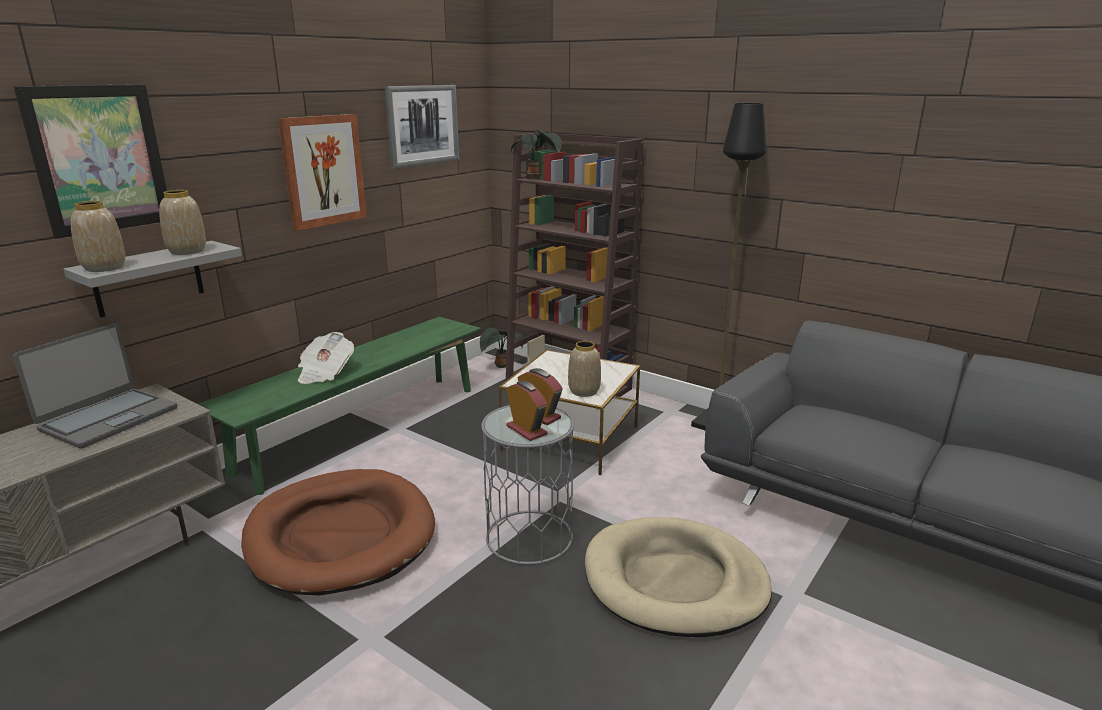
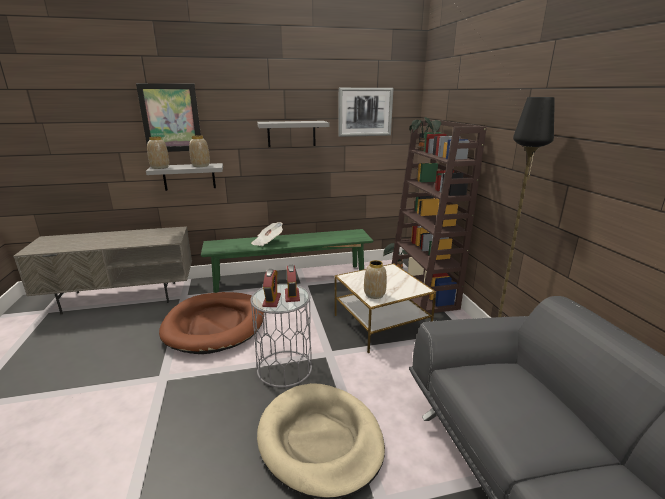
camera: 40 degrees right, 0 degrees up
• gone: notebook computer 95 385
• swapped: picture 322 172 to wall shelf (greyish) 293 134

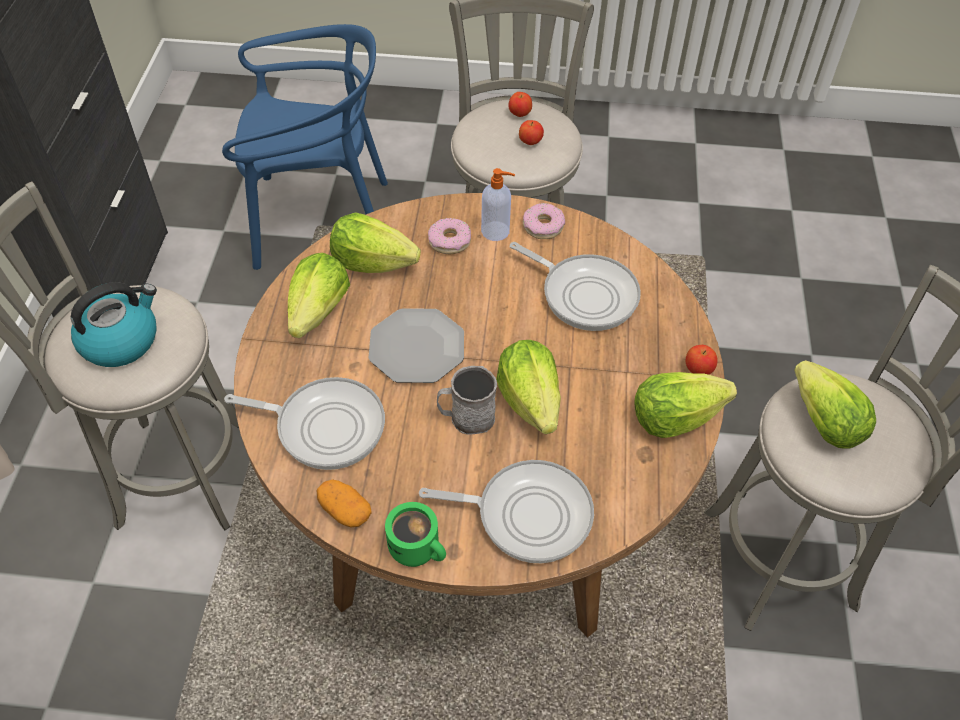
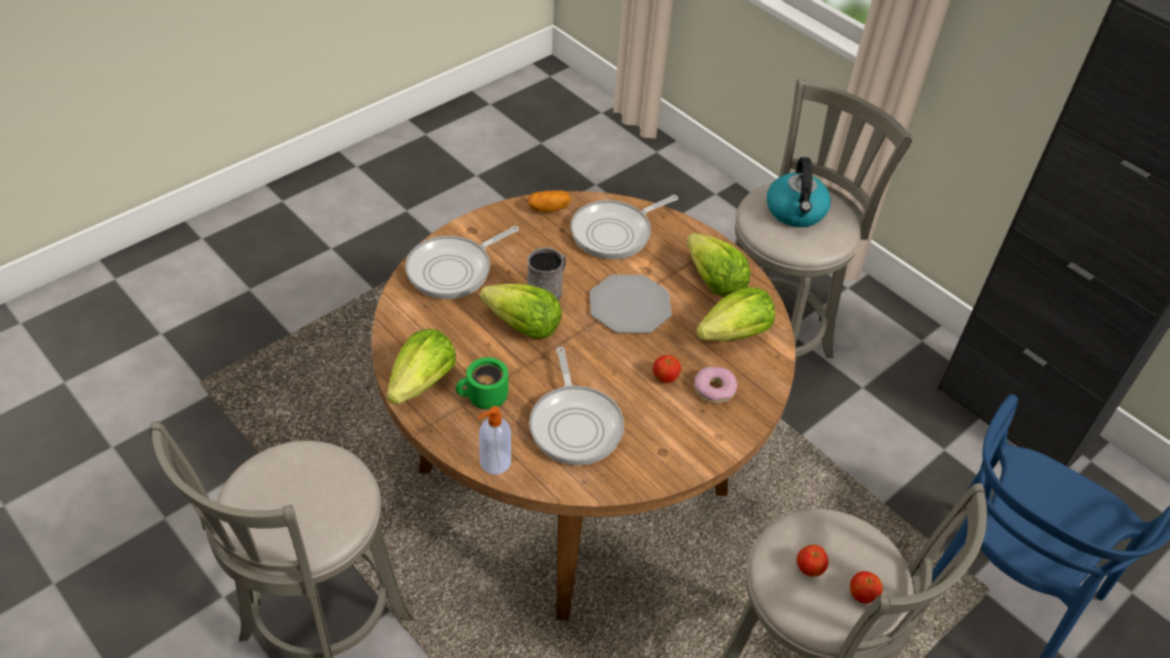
camera: 130 degrees right, 5 degrees down
• shifted: mug (green-coloured) 415 534 to 482 383
• shifted: liquid soap bottle 498 204 to 494 440
• rotated: pan 575 286 = 576 406 90 degrees counterclockwise
• gone: doughnut 544 221
• shifted: apple fruit 702 360 to 667 369
• gone: lettuce head 835 404

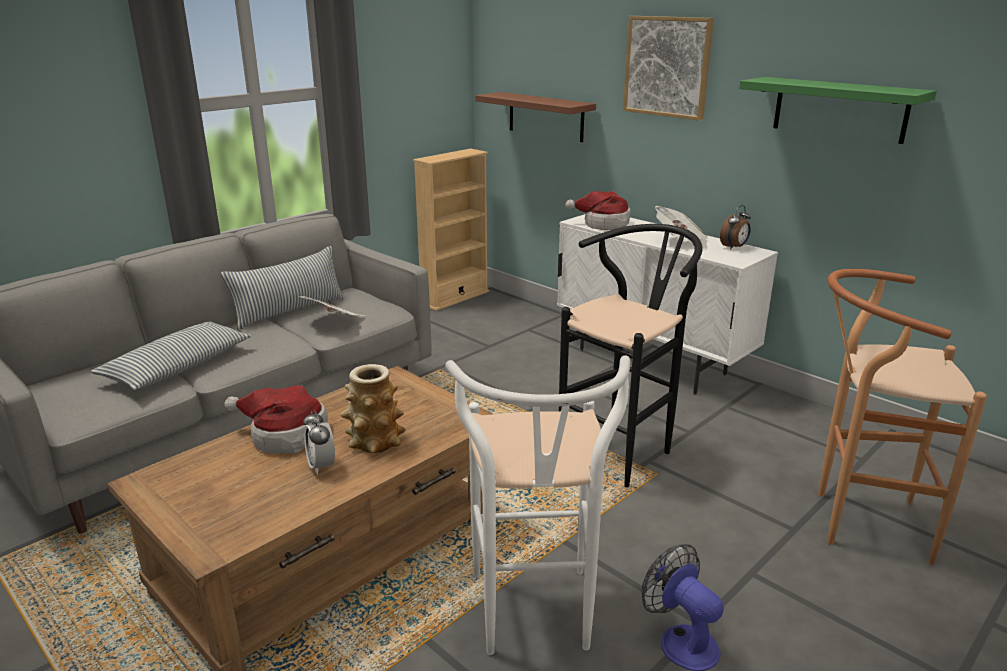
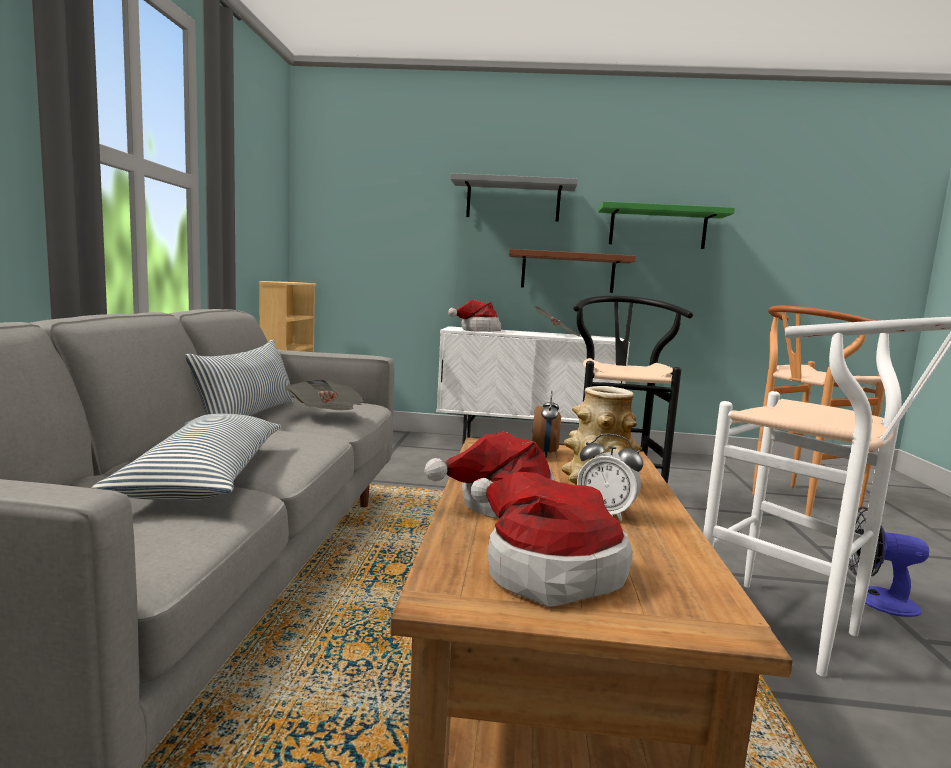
camera: 40 degrees left, 15 degrees down
• shifted: wall shelf (brownish) 535 117 to 572 271
• swapped: picture 668 68 to wall shelf (greyish) 514 197
• shifted: alarm clock 735 227 to 546 424
• new: wearable hat 551 539

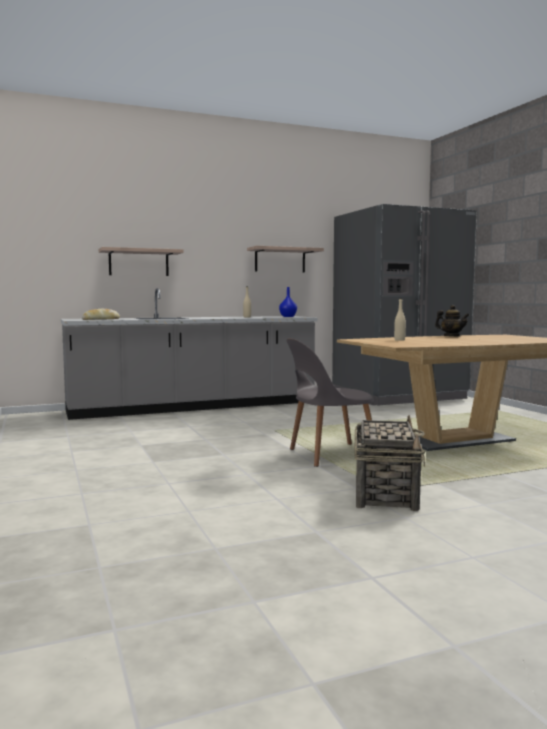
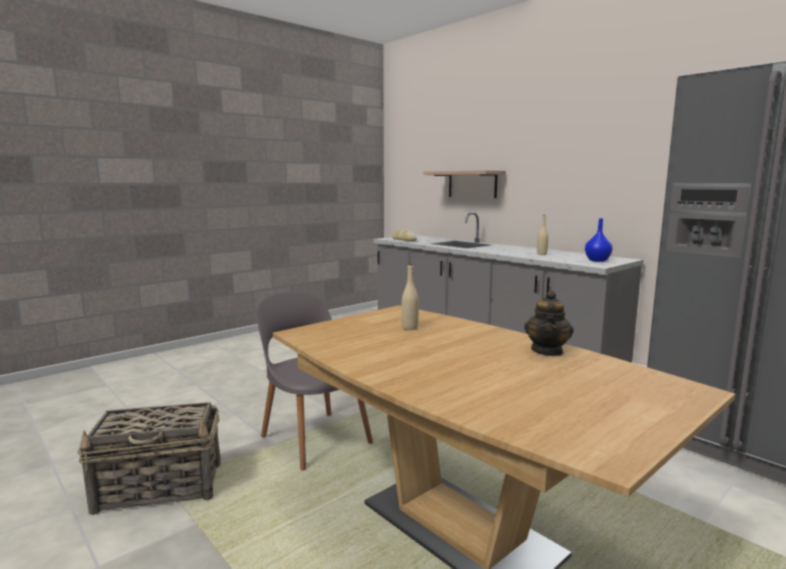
camera: 70 degrees right, 5 degrees up
• gone: wall shelf 285 259

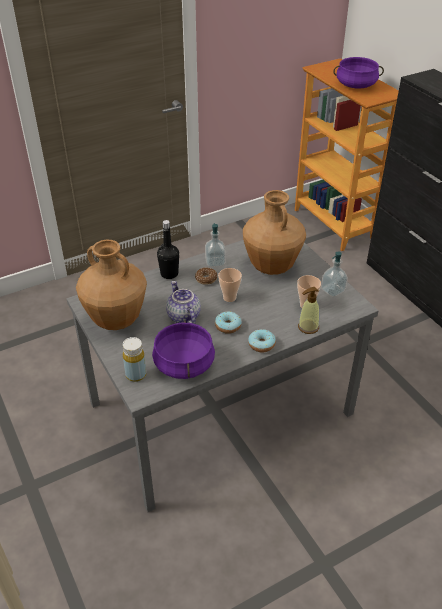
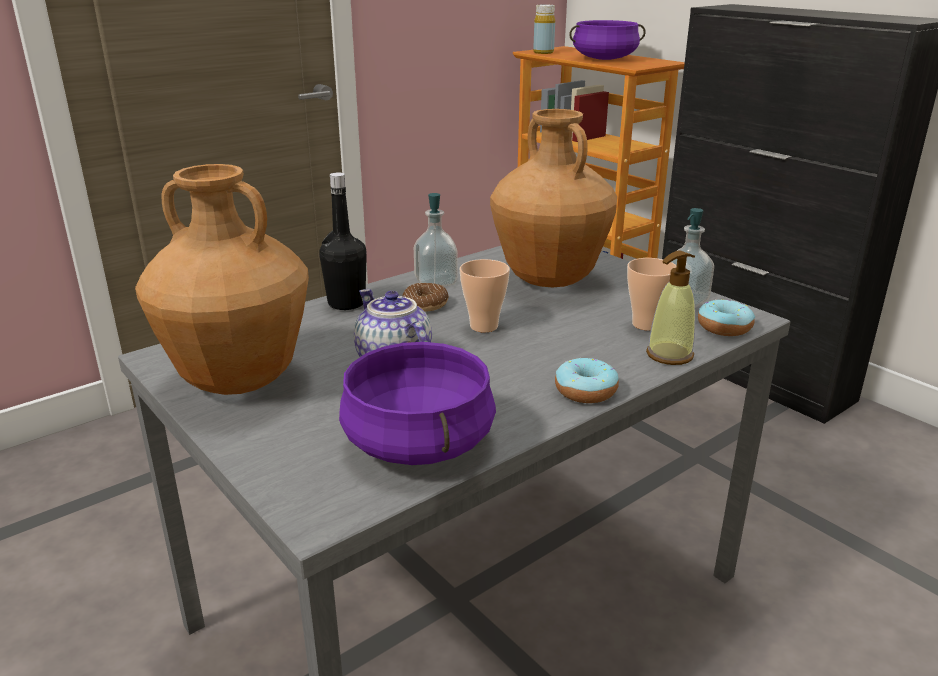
camera: 10 degrees left, 15 degrees down
• shifted: beverage bottle (yellow) 134 359 to 544 29
• shifted: doughnut 228 322 to 726 317

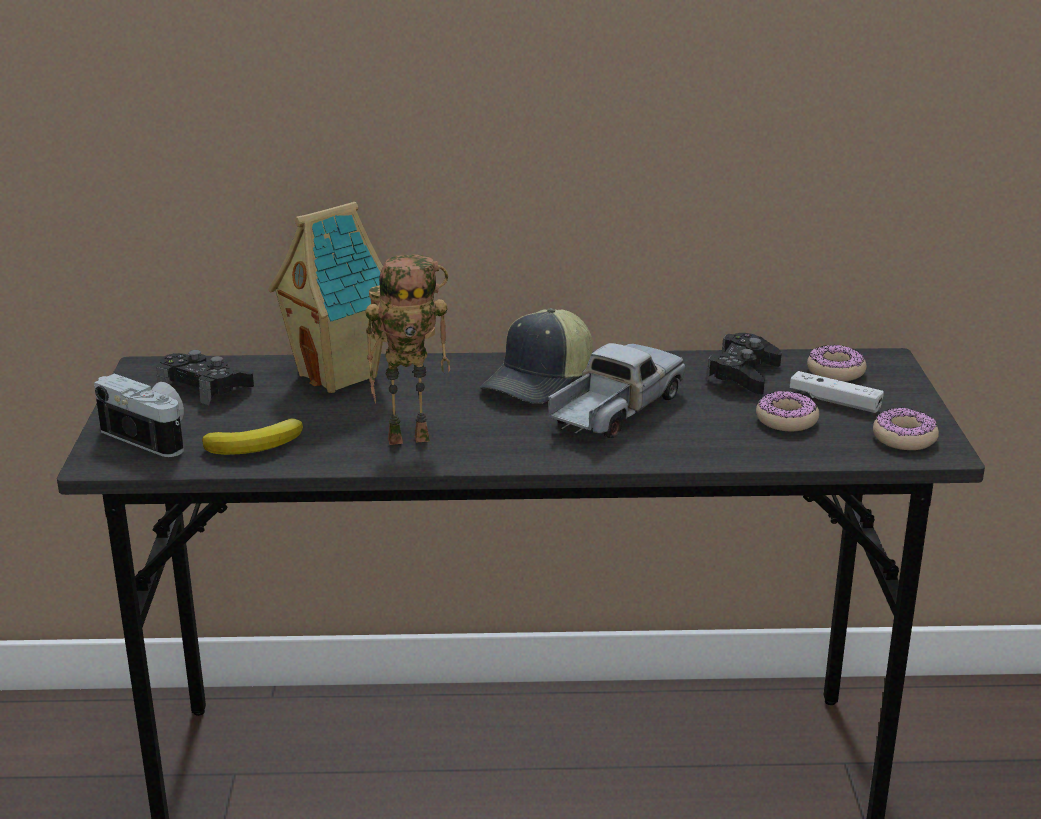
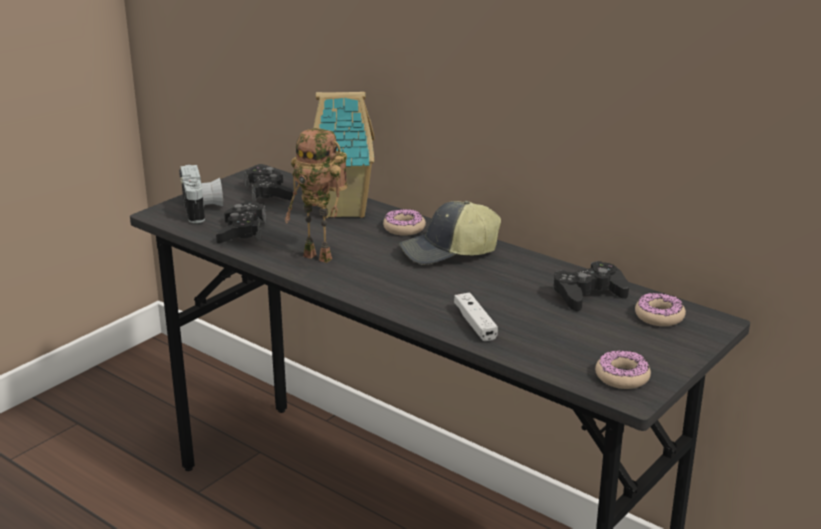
camera: 40 degrees right, 0 degrees up
• swapped: whole banana 252 436 to joypad (black-coloured) 241 222
• gone: model truck 617 390
• shifted: doughnut 787 411 to 404 222
• shifted: joypad (white) 837 392 to 476 317

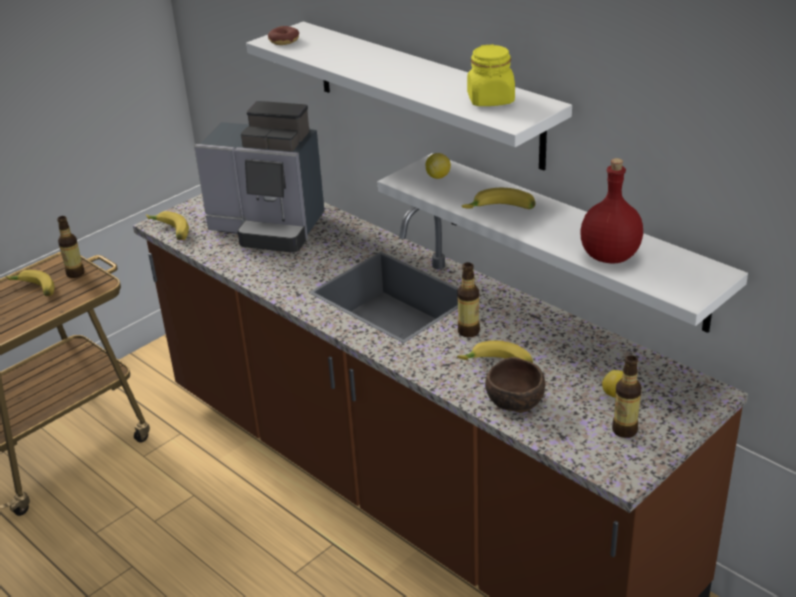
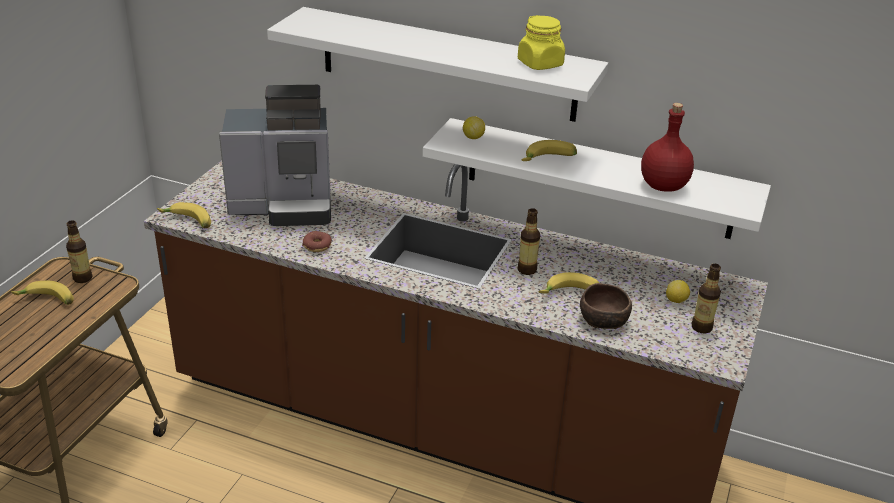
camera: 25 degrees left, 0 degrees up
• shifted: doughnut 283 35 to 317 241

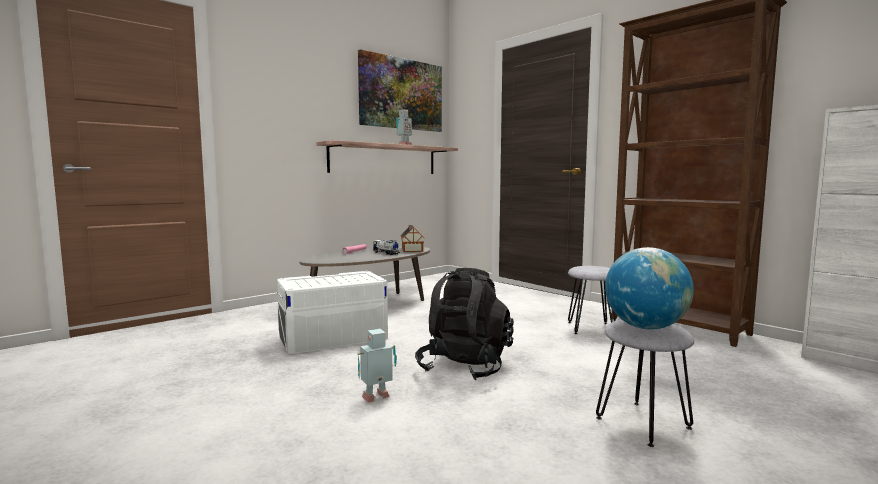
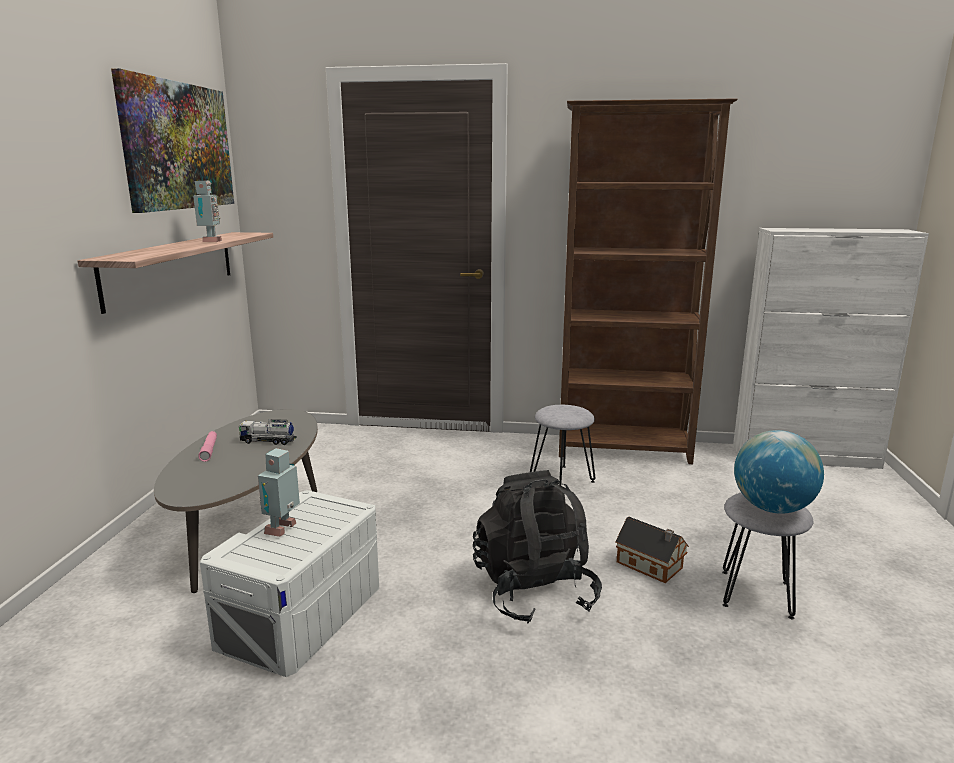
camera: 40 degrees left, 10 degrees up
• shifted: toy robot 377 365 to 279 492
• shifted: toy house 412 238 to 652 549

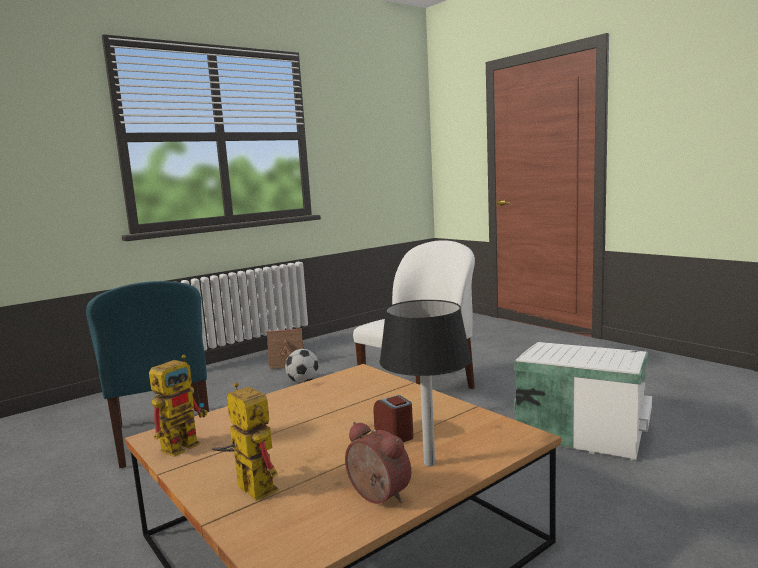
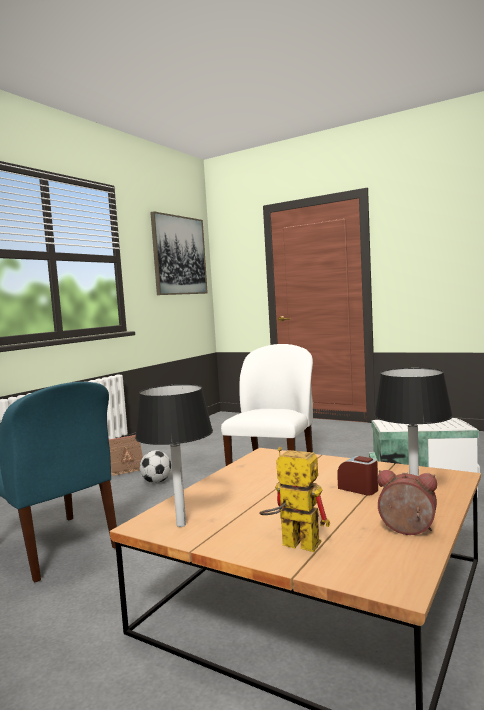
camera: 20 degrees left, 5 degrees down
• swapped: toy robot 178 406 to table lamp (black-coloured) 174 455
• new: picture 179 253

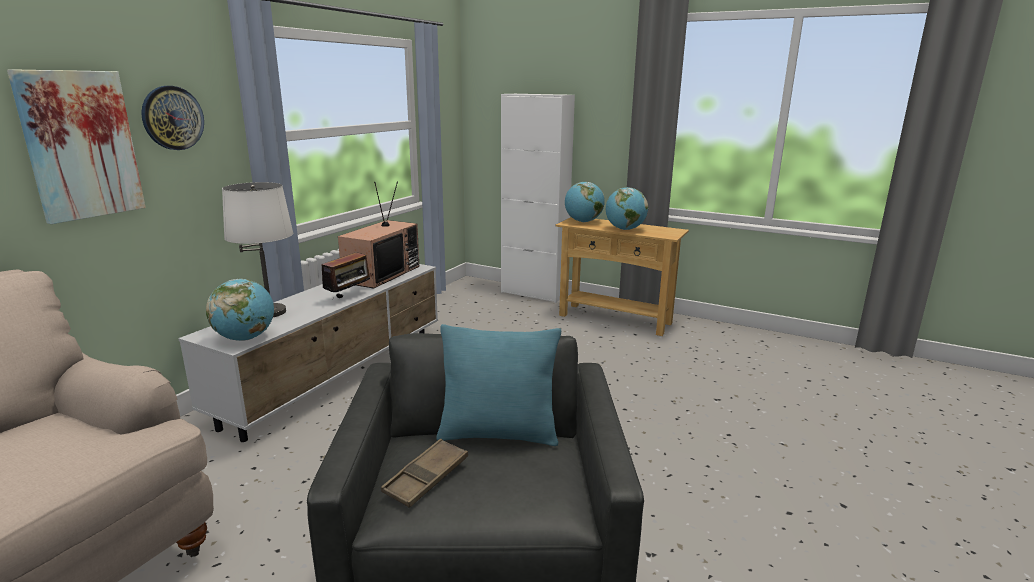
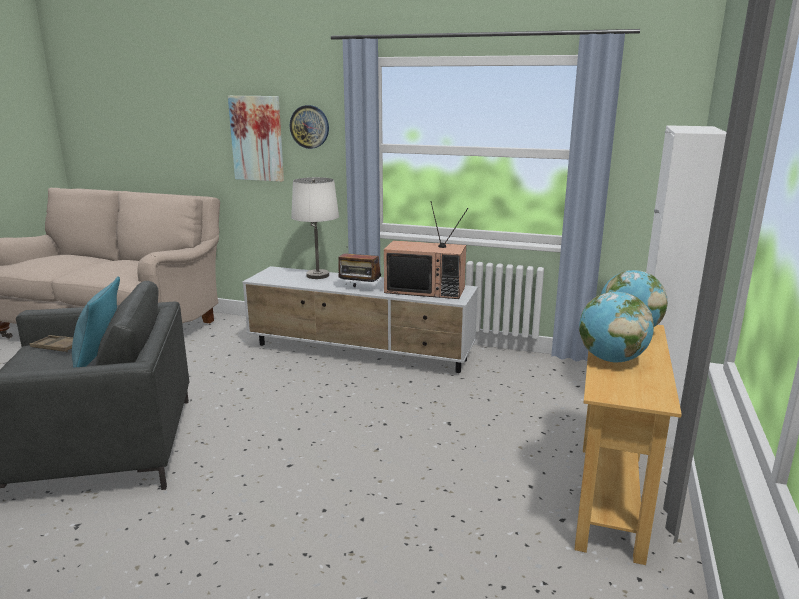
camera: 80 degrees right, 0 degrees up
• gone: desk globe 240 310

